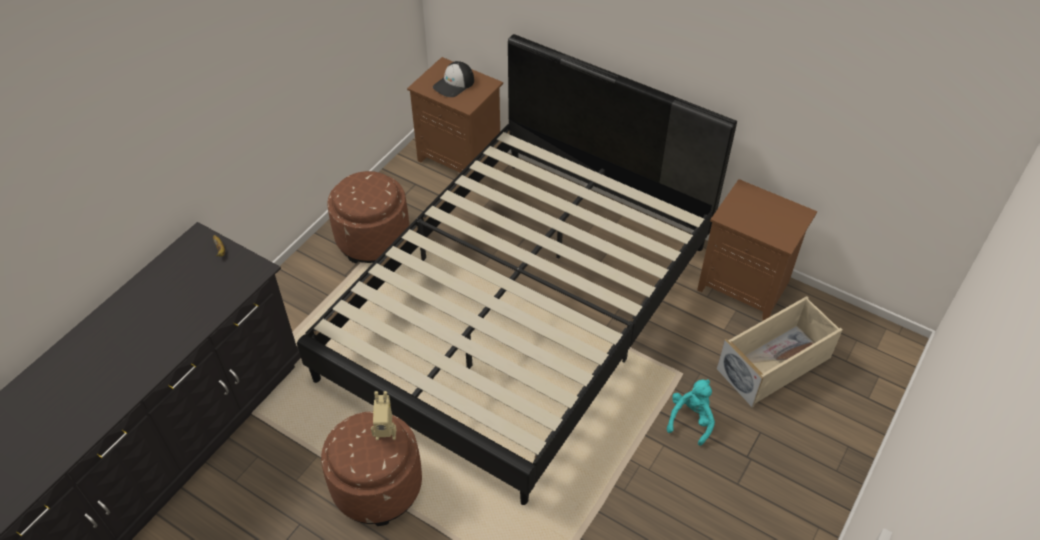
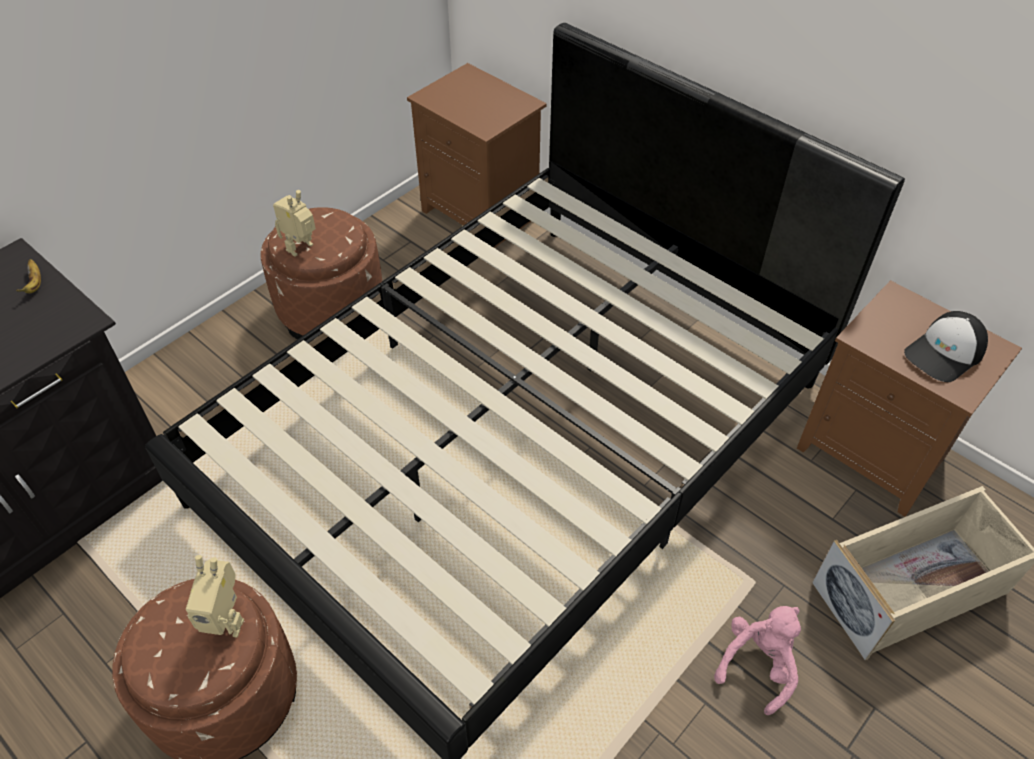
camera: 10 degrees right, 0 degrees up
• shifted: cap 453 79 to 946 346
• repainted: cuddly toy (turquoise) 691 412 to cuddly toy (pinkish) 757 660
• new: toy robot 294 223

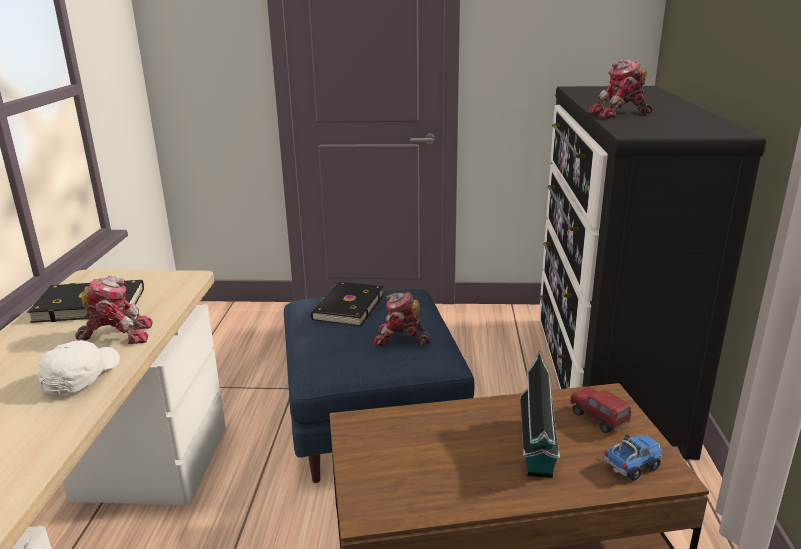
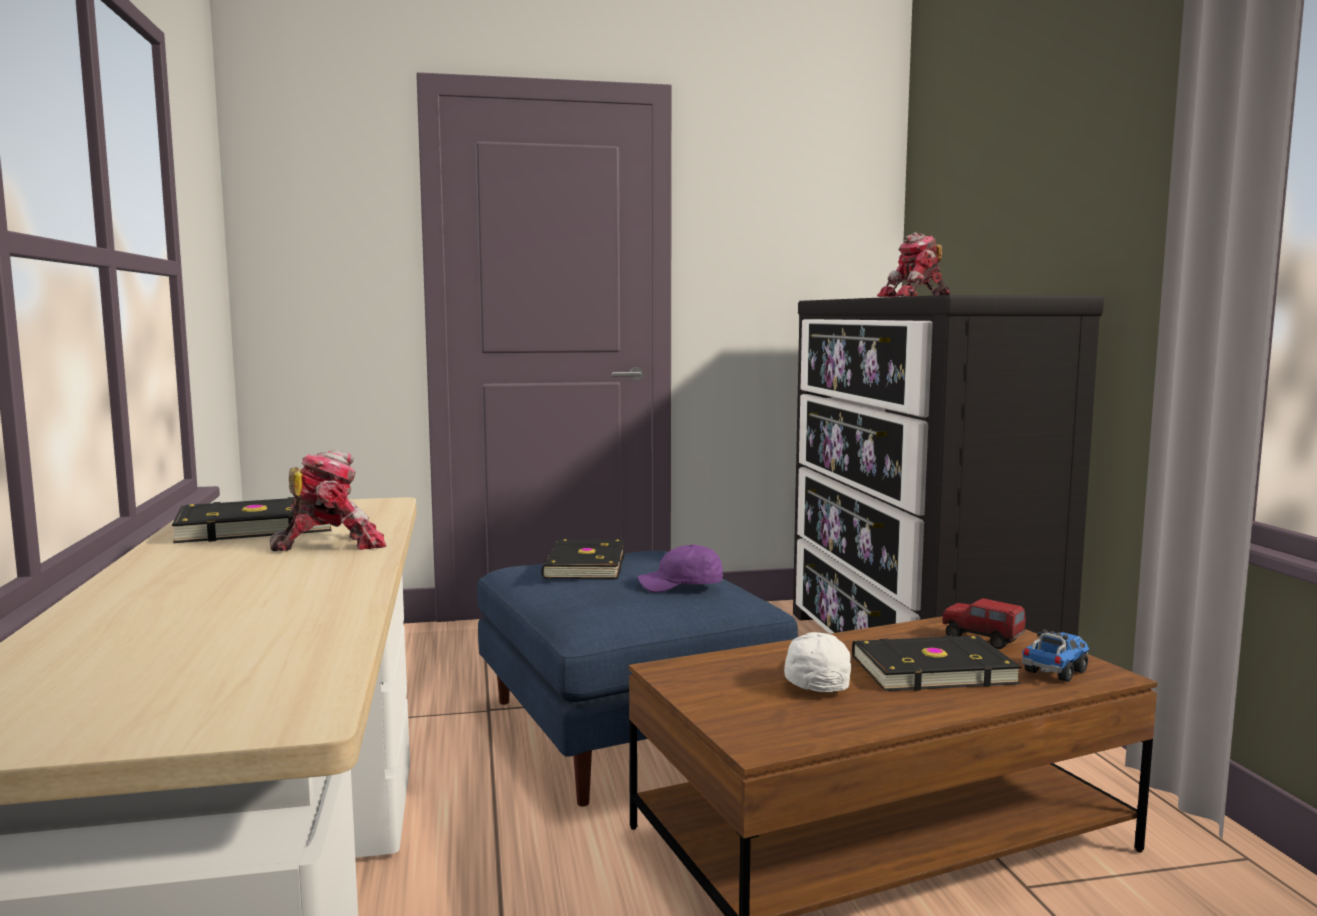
camera: 15 degrees left, 15 degrees down
• shifted: cap (white) 79 367 to 817 662
• swapped: toy robot 402 319 to cap (purple) 680 568
• swapped: toy house 540 414 to book (black-coloured) 936 663

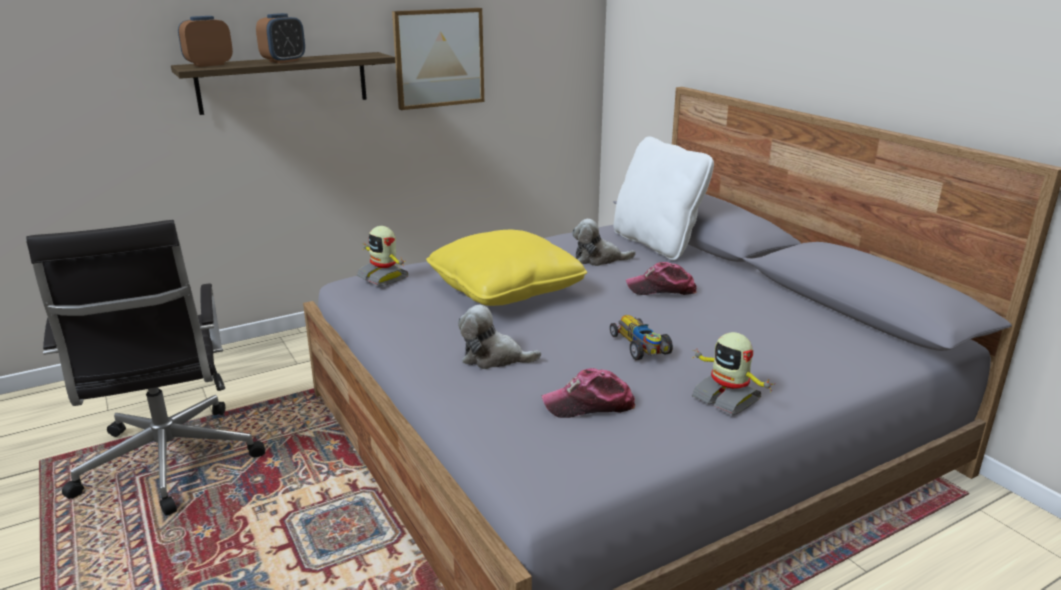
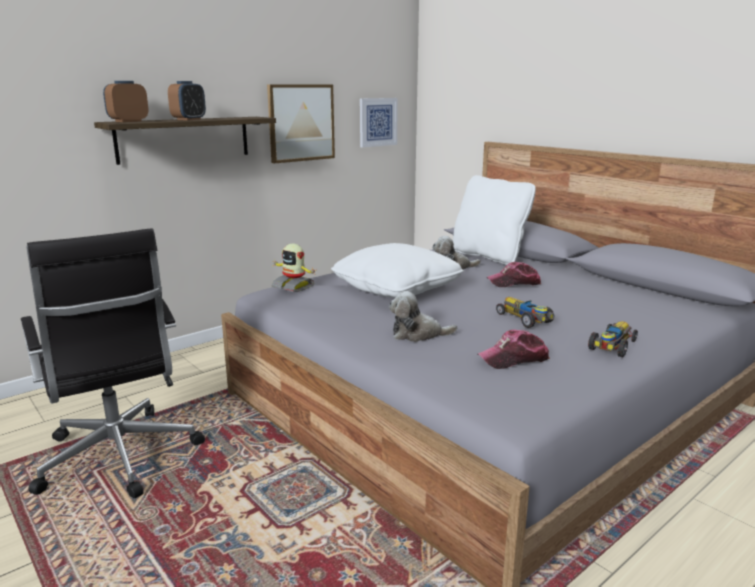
camera: 10 degrees left, 5 degrees down
• repainted: pillow (yellow) 506 268 to pillow (white) 397 270
• swapped: toy robot 732 373 to toy car 613 339
• new: picture 379 122

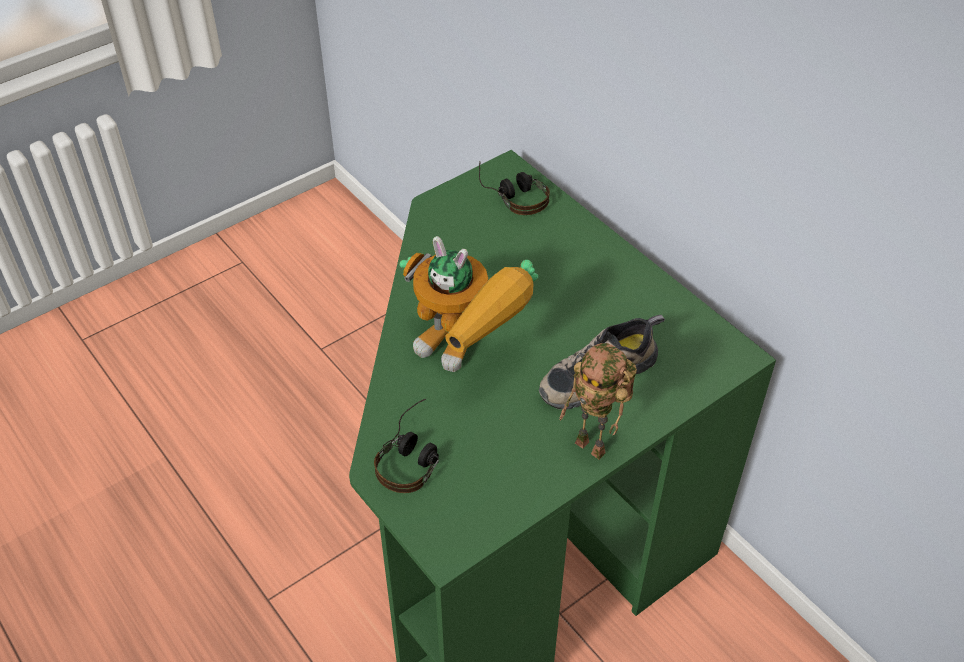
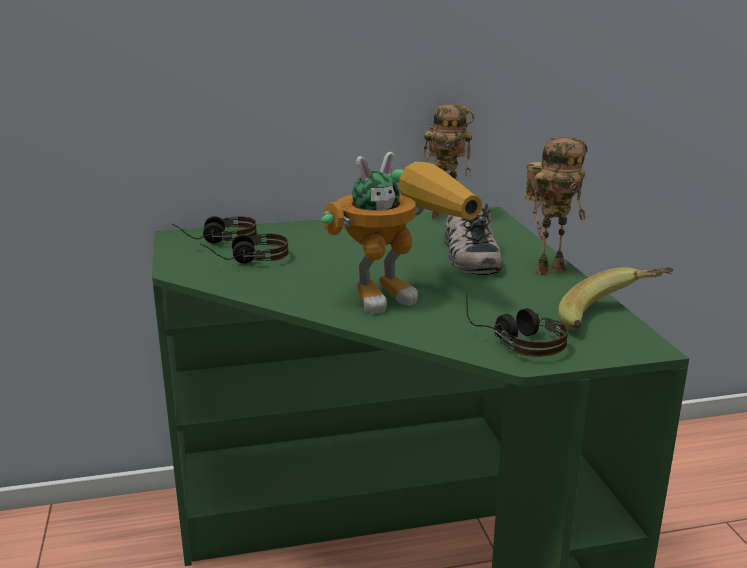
camera: 65 degrees left, 25 degrees down
• new: headset 244 248
• new: toy robot 449 162
• new: whole banana 616 298

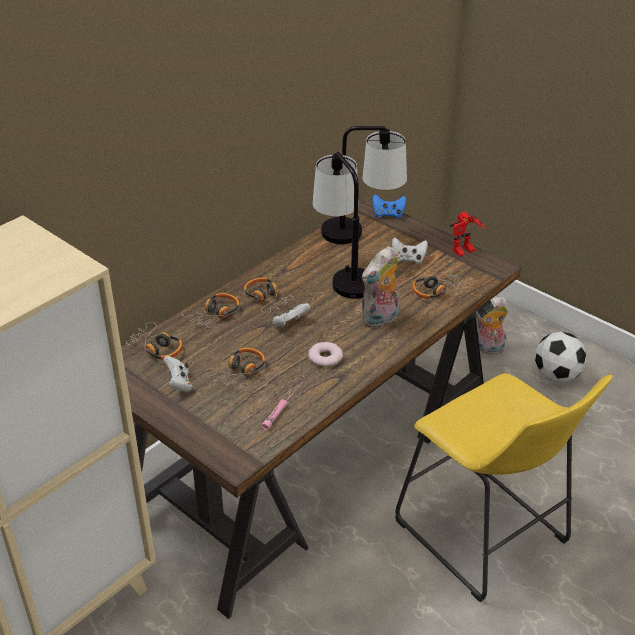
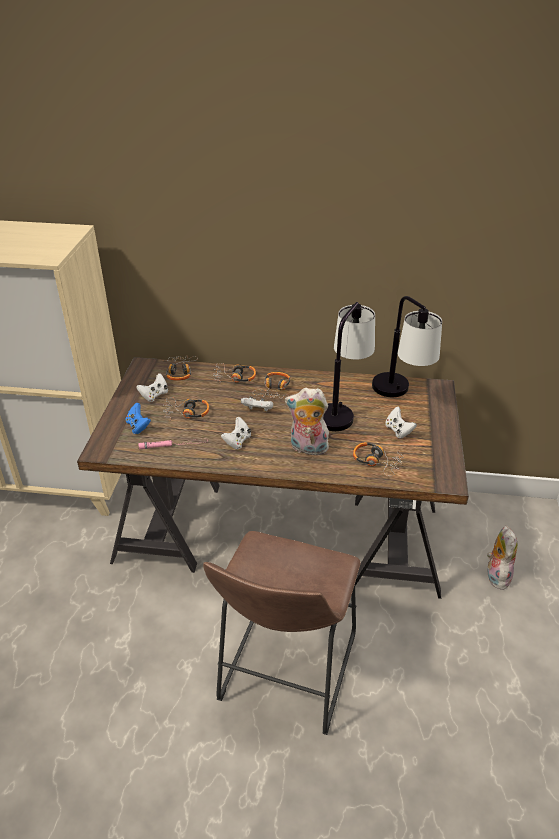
camera: 55 degrees right, 0 degrees up
• swapped: doughnut 325 354 to joypad (white) 236 433
• shifted: joypad (blue) 389 206 to 138 418
• repainted: stool seat (yellow) 504 487 to stool seat (brownish) 282 633
• gone: toy robot 467 234
• rotated: cuddly toy 492 325 = 502 558 45 degrees clockwise
• gone: football ball 561 357

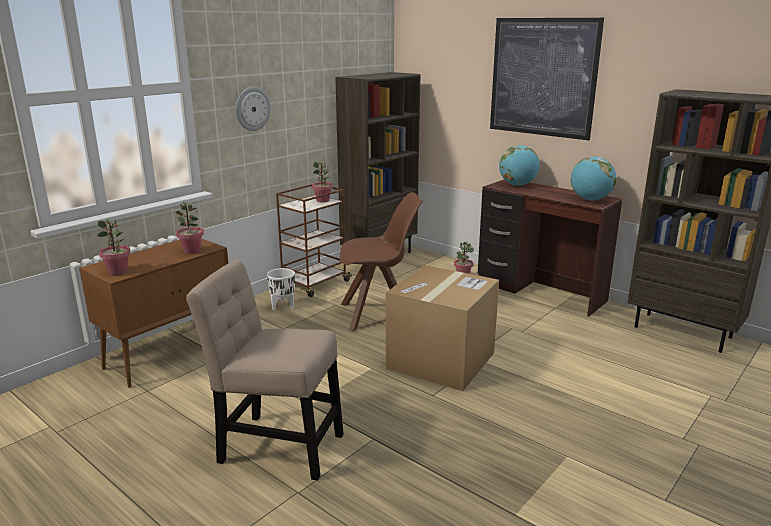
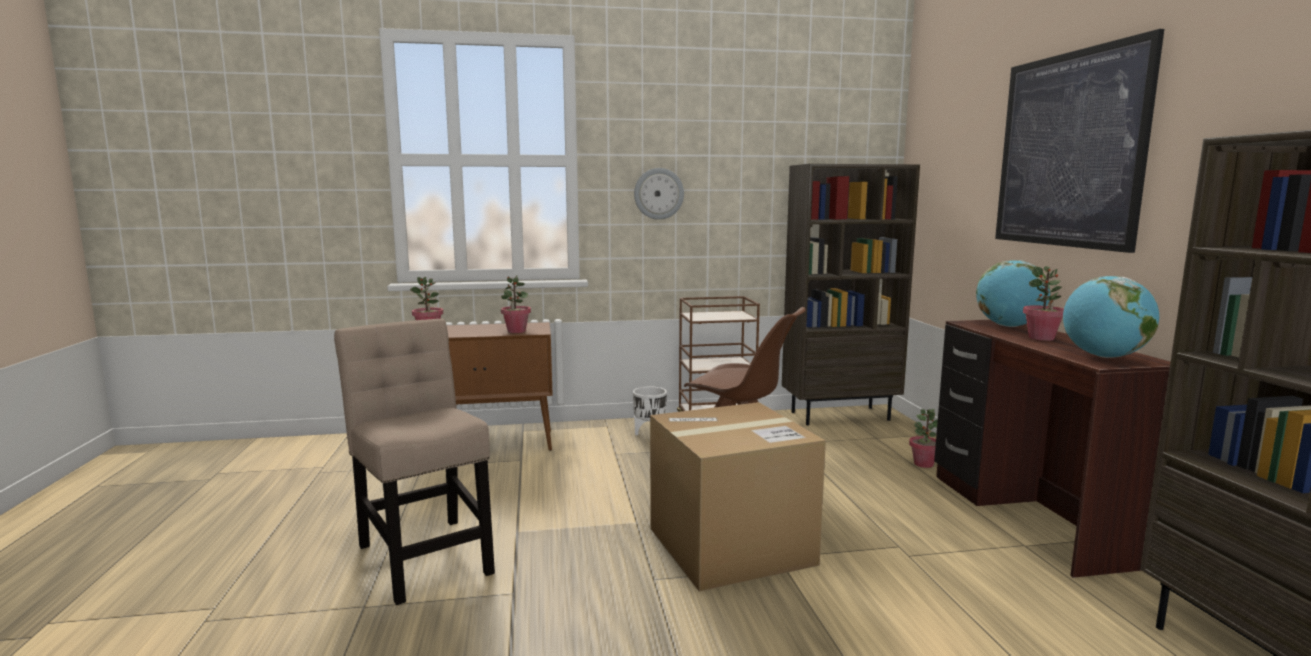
camera: 40 degrees right, 10 degrees down
• shifted: potted plant 322 182 to 1043 303

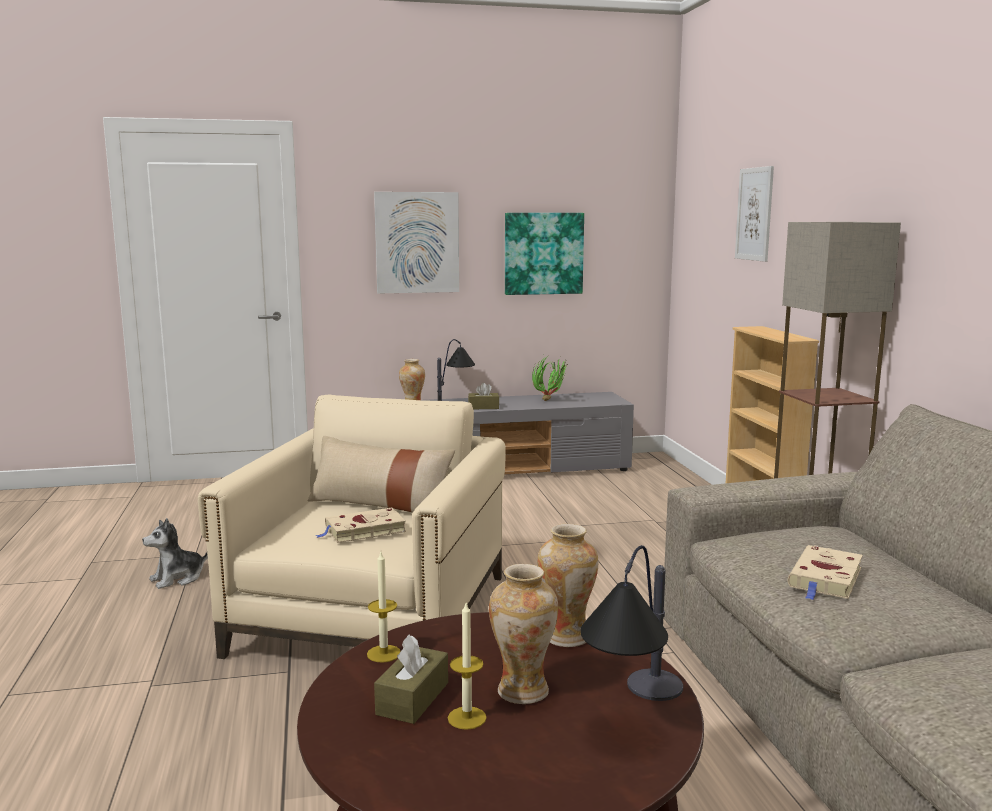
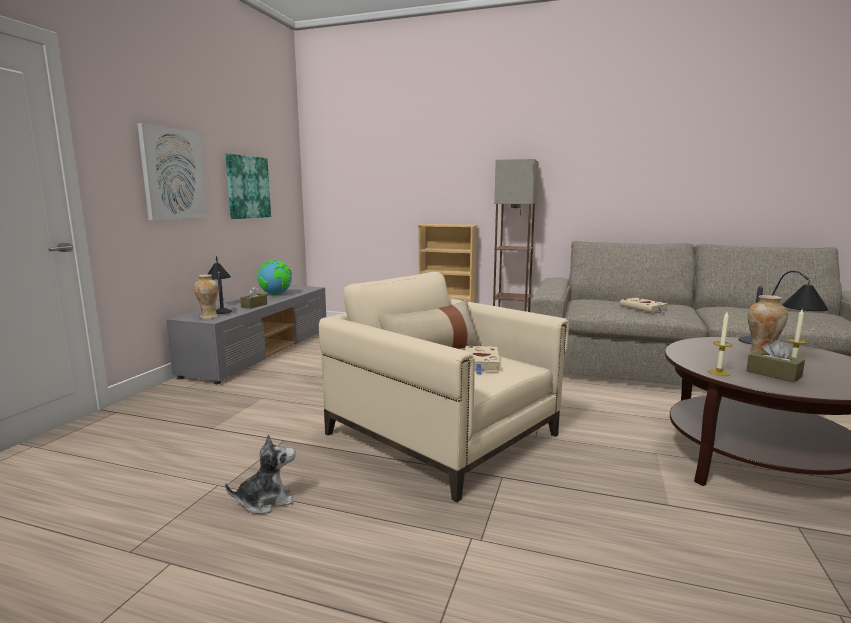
camera: 60 degrees left, 0 degrees up
• rotated: cuddly toy 175 553 = 260 474 105 degrees counterclockwise
• swapped: potted plant 550 378 to desk globe 274 277
• gone: decorative vase 568 585
• gone: picture 754 214

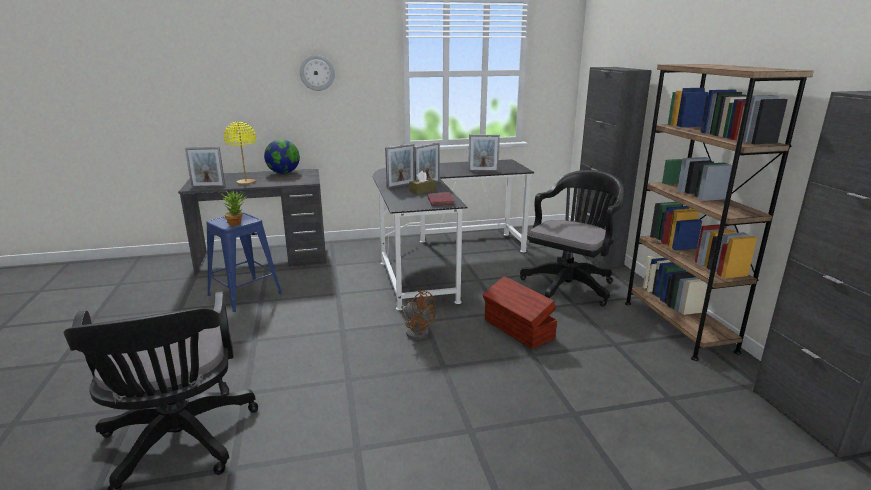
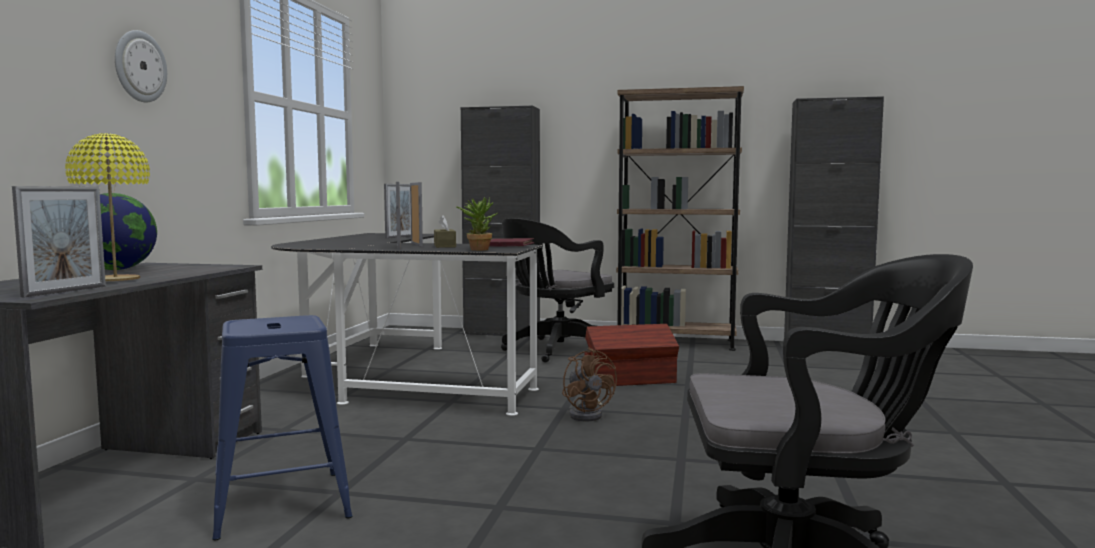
camera: 65 degrees left, 15 degrees down
• shifted: potted plant 233 208 to 476 224
• rotated: electric fan (brownish) 418 315 = 589 384 90 degrees clockwise
• rotated: desk chair (black-coloured) 572 238 = 557 290 105 degrees counterclockwise

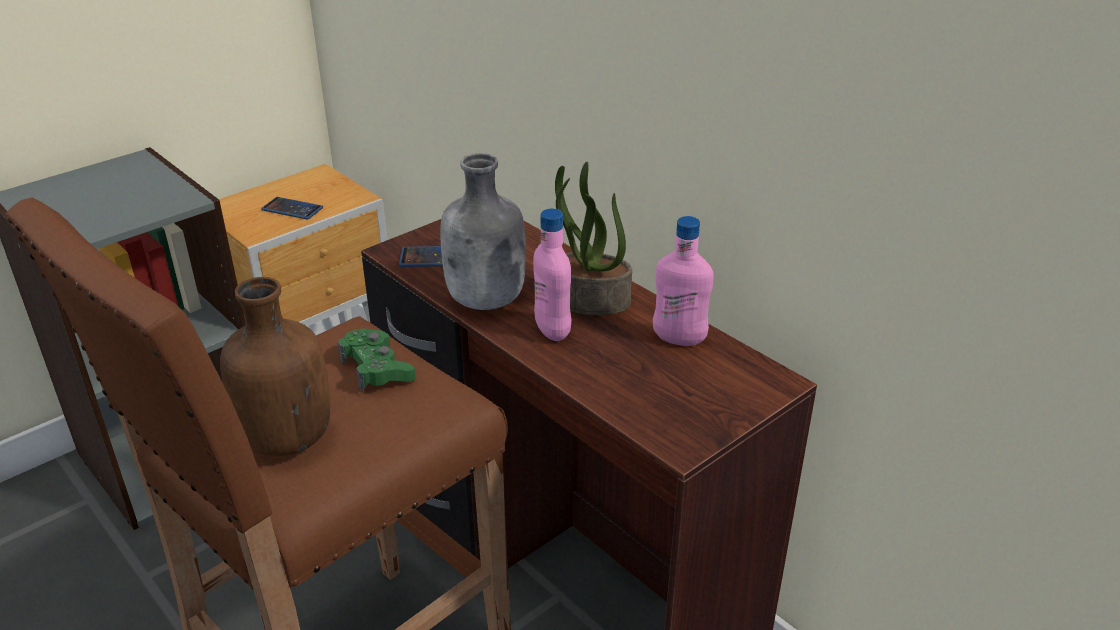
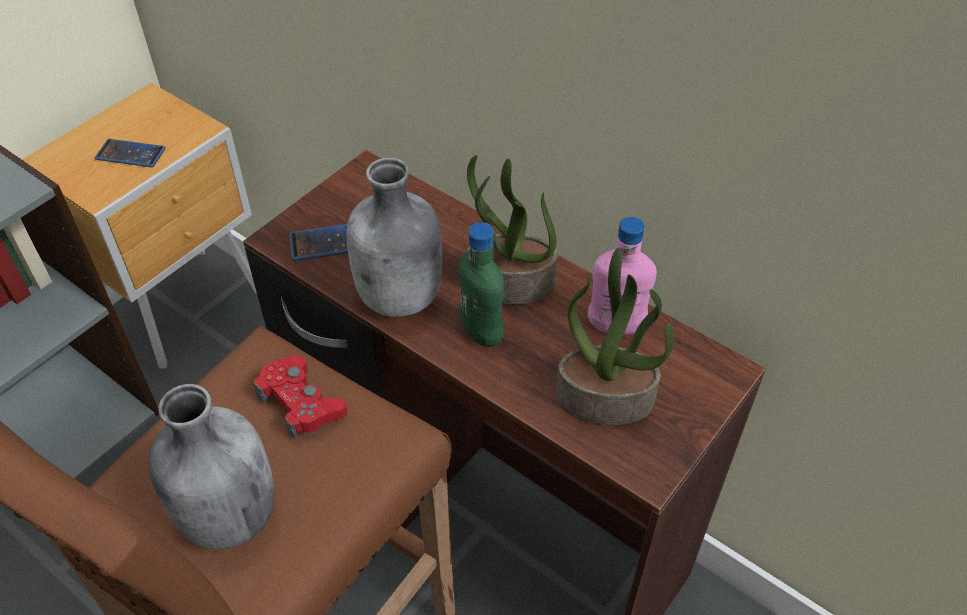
camera: 10 degrees left, 15 degrees up
• repainted: beverage bottle (brownish) 275 366 to beverage bottle (greyish) 211 467
• repainted: joypad (green-coloured) 376 360 to joypad (red) 300 398
• repainted: beverage bottle (pinkish) 552 275 to beverage bottle (green-coloured) 481 284
• new: potted plant 615 336

